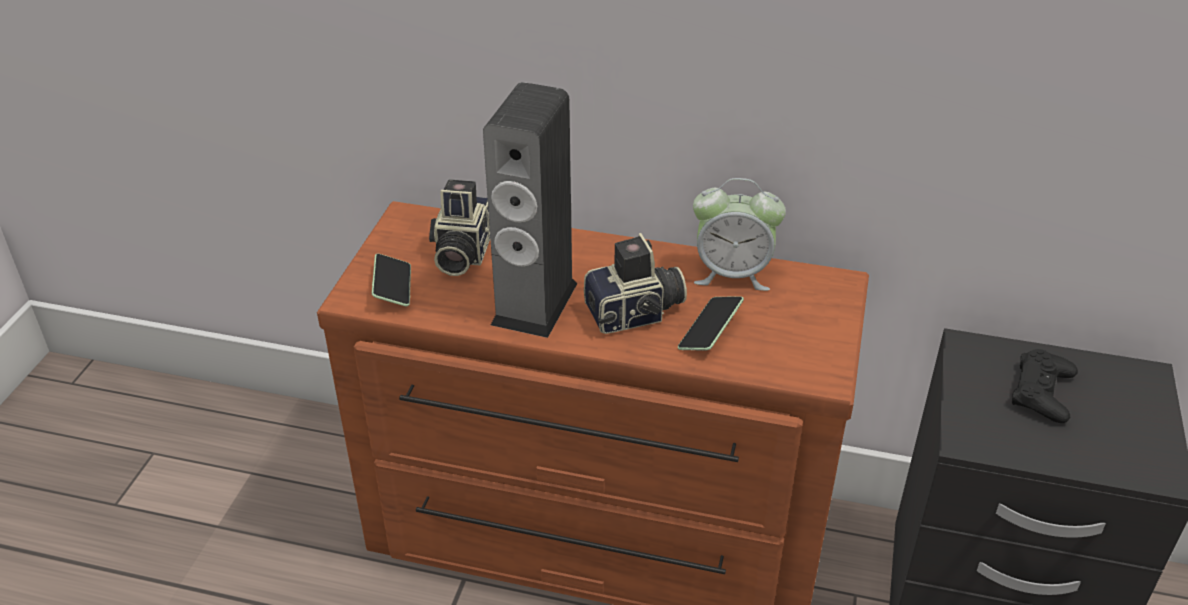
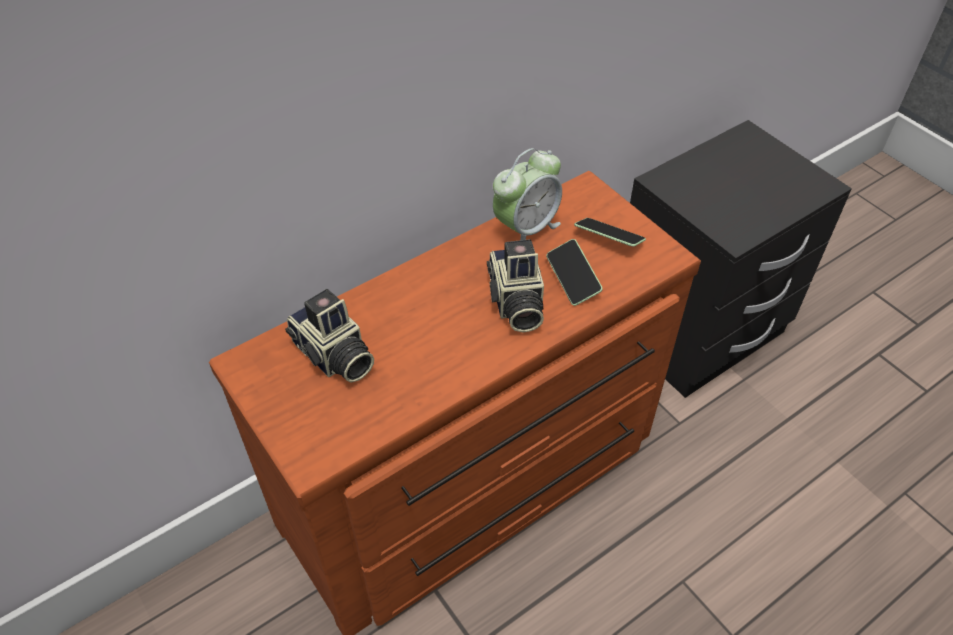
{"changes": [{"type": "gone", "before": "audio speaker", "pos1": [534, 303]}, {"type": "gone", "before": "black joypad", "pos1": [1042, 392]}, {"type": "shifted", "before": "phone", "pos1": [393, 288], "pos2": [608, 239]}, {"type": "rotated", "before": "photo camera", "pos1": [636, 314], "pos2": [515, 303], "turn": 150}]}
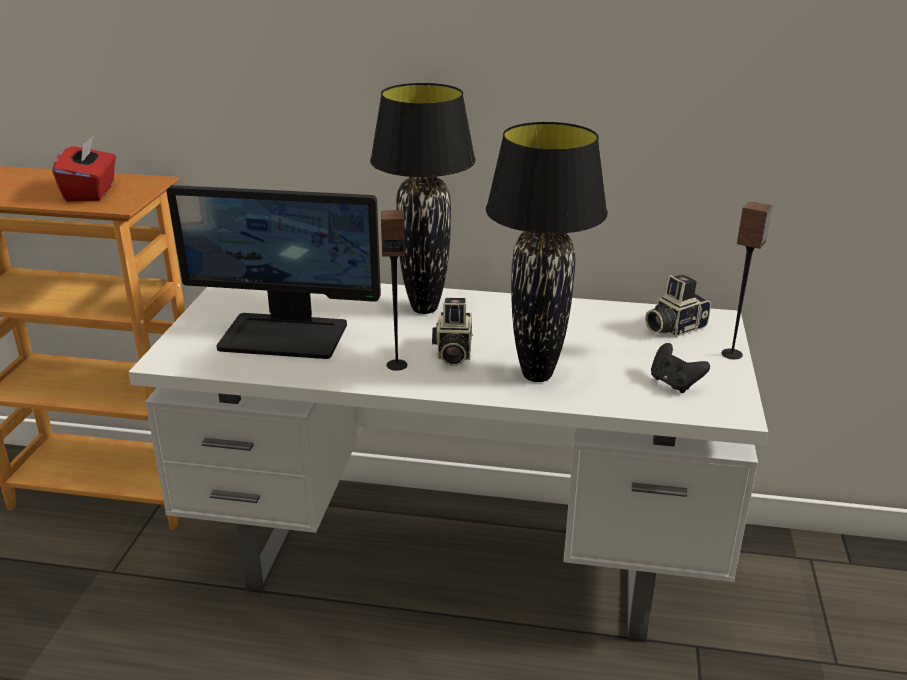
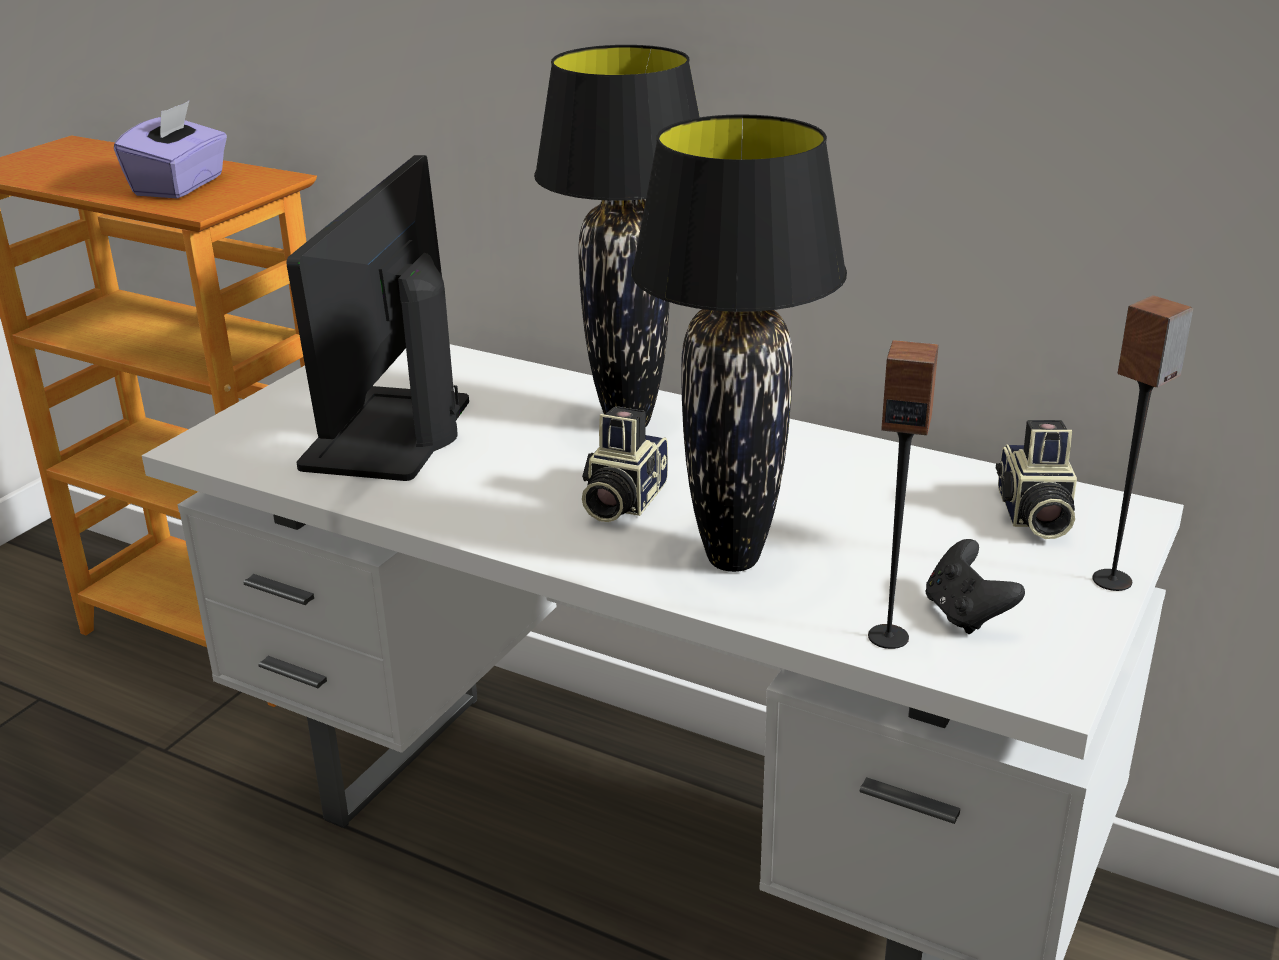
{"changes": [{"type": "shifted", "before": "audio speaker", "pos1": [397, 365], "pos2": [888, 636]}, {"type": "repainted", "before": "red-coloured tissue box", "after": "purple tissue box", "pos1": [91, 192], "pos2": [180, 186]}, {"type": "rotated", "before": "monitor", "pos1": [285, 335], "pos2": [391, 434], "turn": 75}, {"type": "rotated", "before": "photo camera", "pos1": [673, 327], "pos2": [1033, 516], "turn": -75}]}
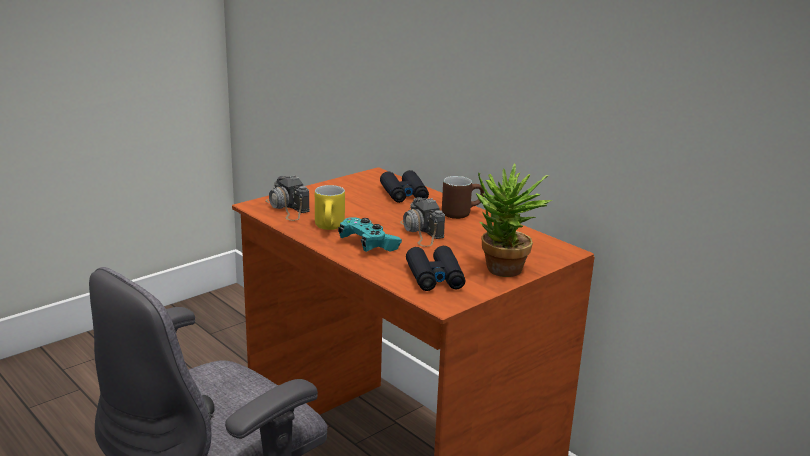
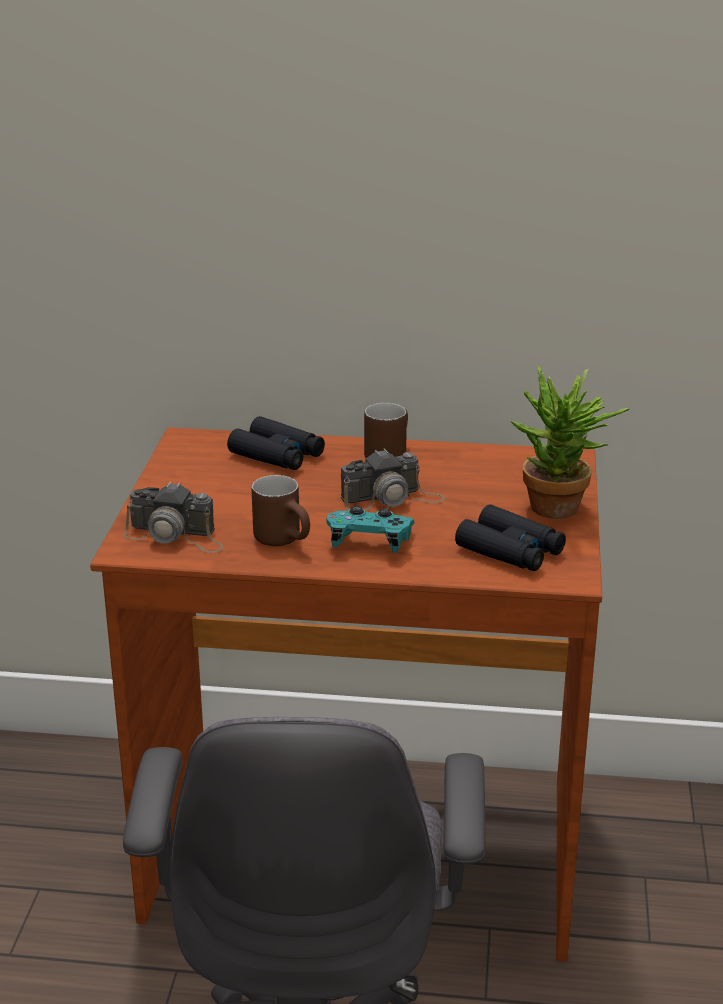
{"changes": [{"type": "repainted", "before": "yellow tea mug", "after": "brownish tea mug", "pos1": [331, 228], "pos2": [286, 540]}, {"type": "rotated", "before": "photo camera", "pos1": [421, 232], "pos2": [392, 499], "turn": -45}]}
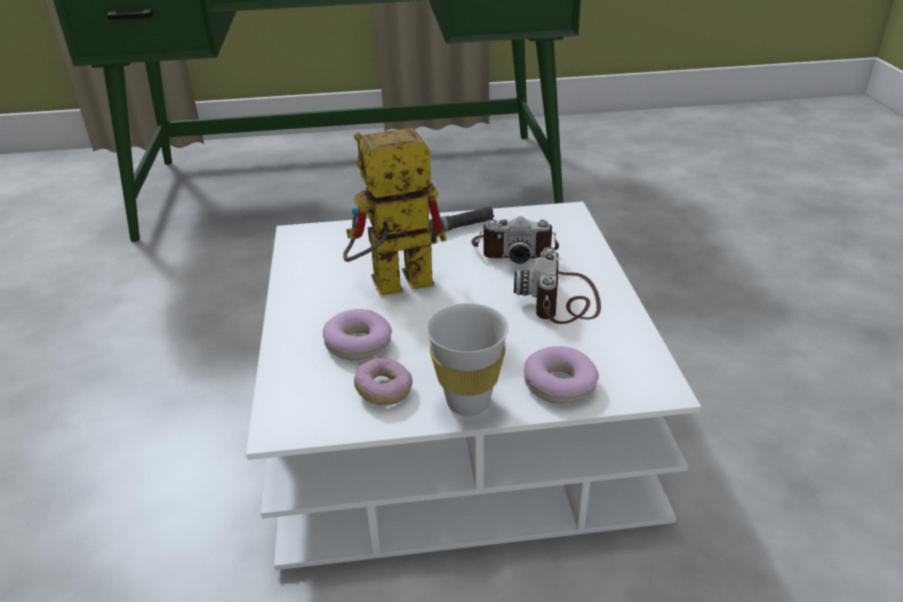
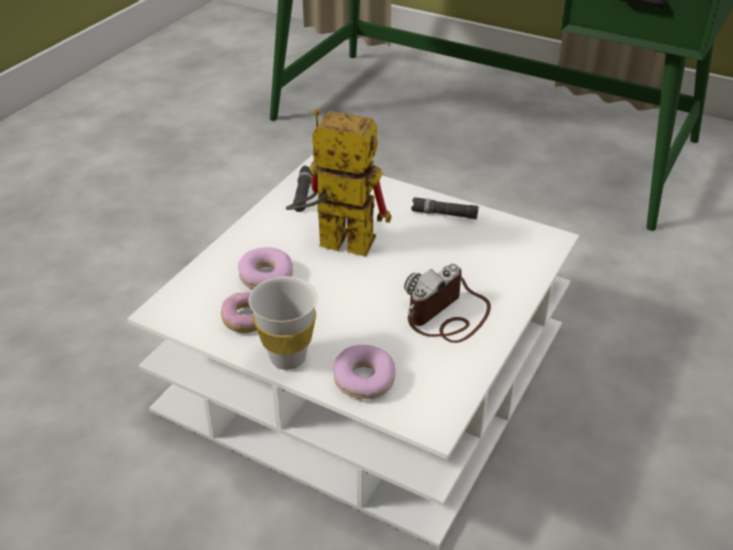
{"changes": [{"type": "gone", "before": "photo camera", "pos1": [514, 249]}, {"type": "new", "after": "black torch", "pos2": [303, 194]}]}
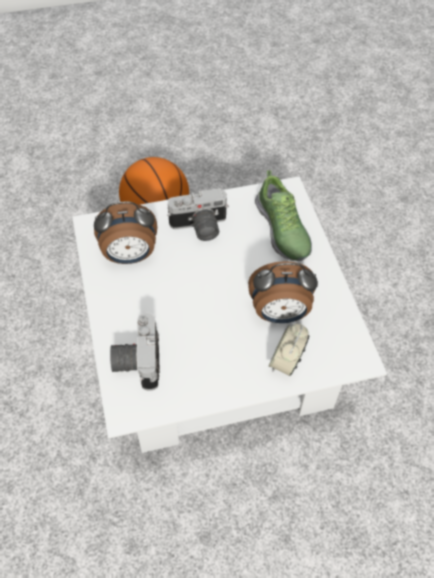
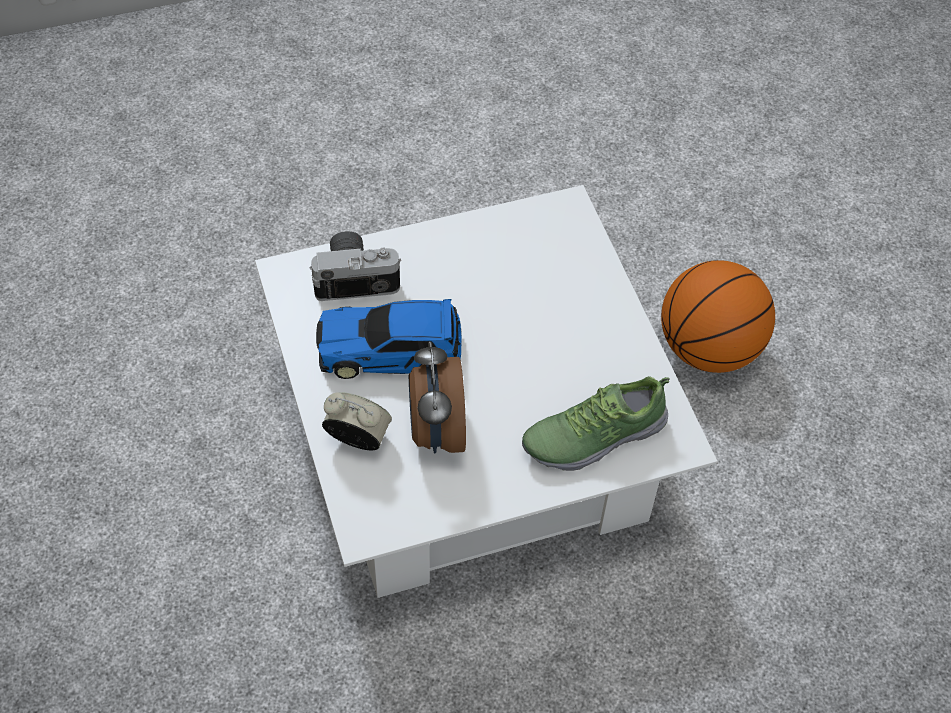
{"changes": [{"type": "gone", "before": "bedside clock", "pos1": [129, 256]}, {"type": "gone", "before": "photo camera", "pos1": [199, 228]}, {"type": "new", "after": "miniature car", "pos2": [392, 350]}]}
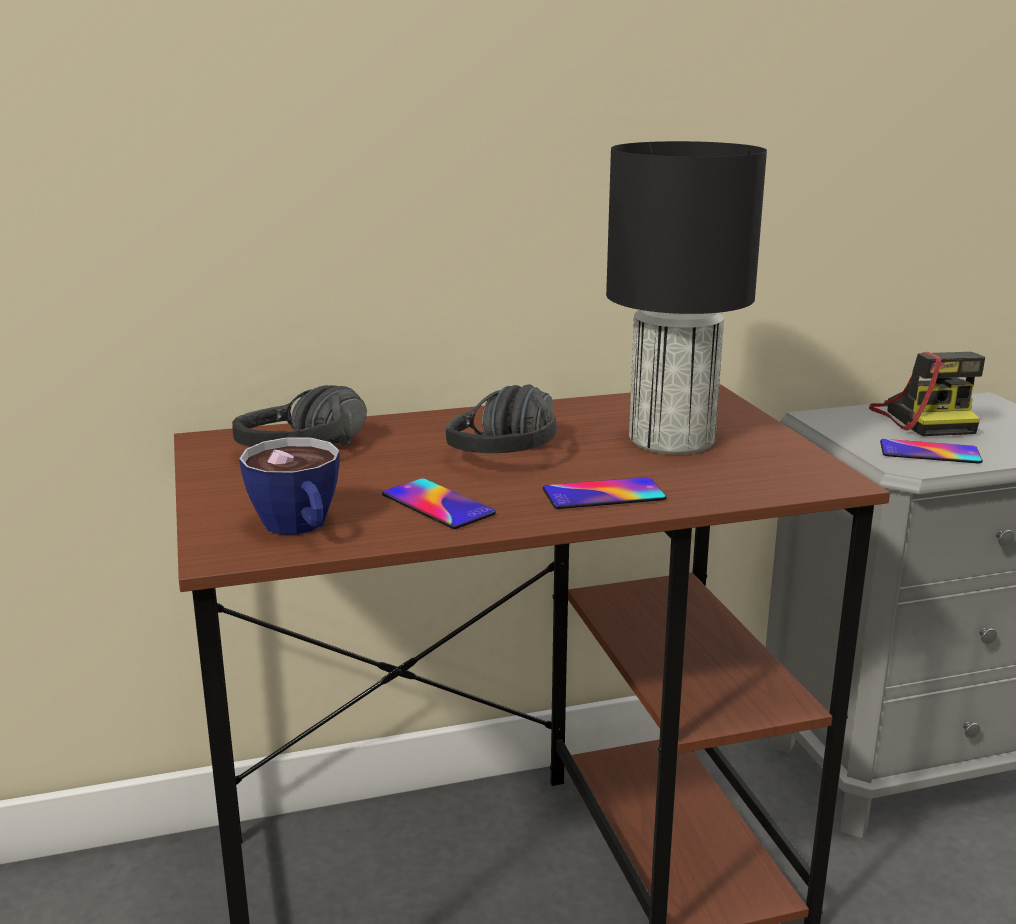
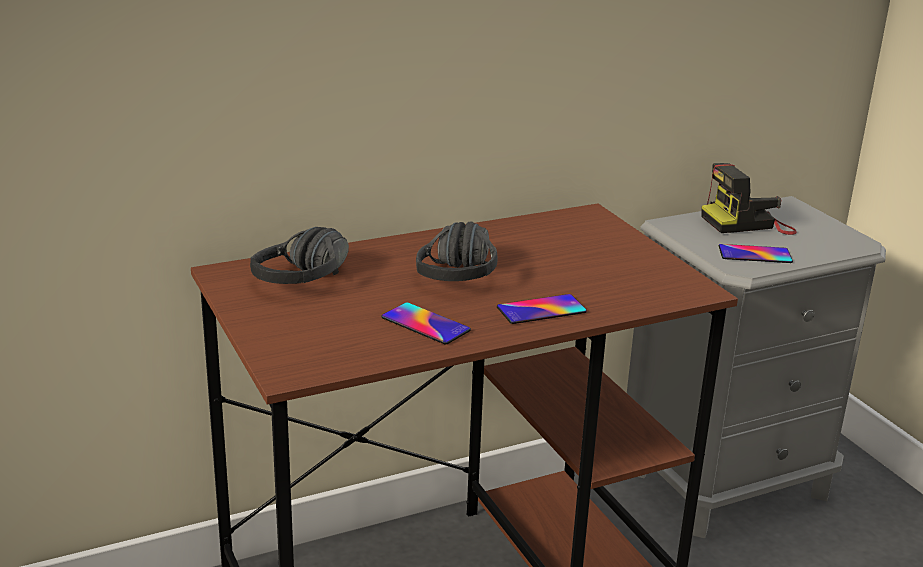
{"changes": [{"type": "gone", "before": "cup", "pos1": [300, 528]}, {"type": "gone", "before": "black table lamp", "pos1": [672, 439]}, {"type": "rotated", "before": "photo camera", "pos1": [924, 419], "pos2": [747, 223], "turn": 90}]}
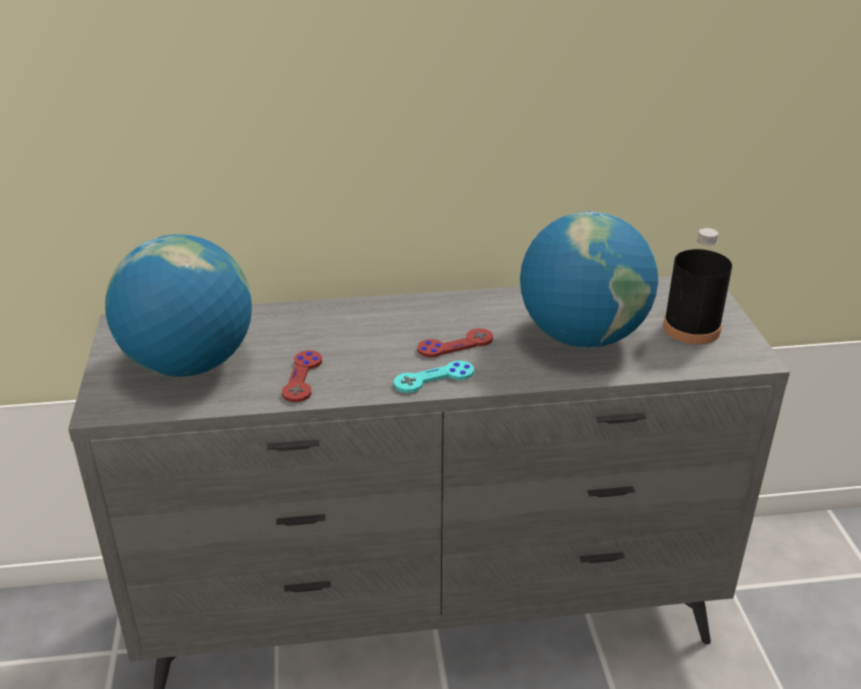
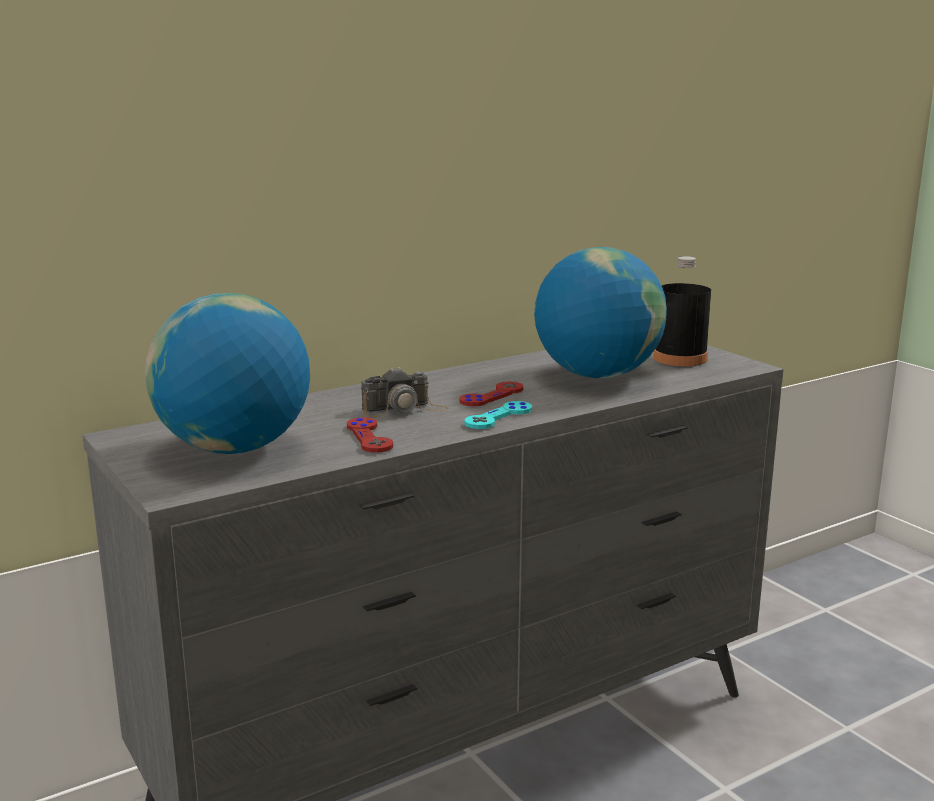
{"changes": [{"type": "new", "after": "photo camera", "pos2": [404, 409]}]}
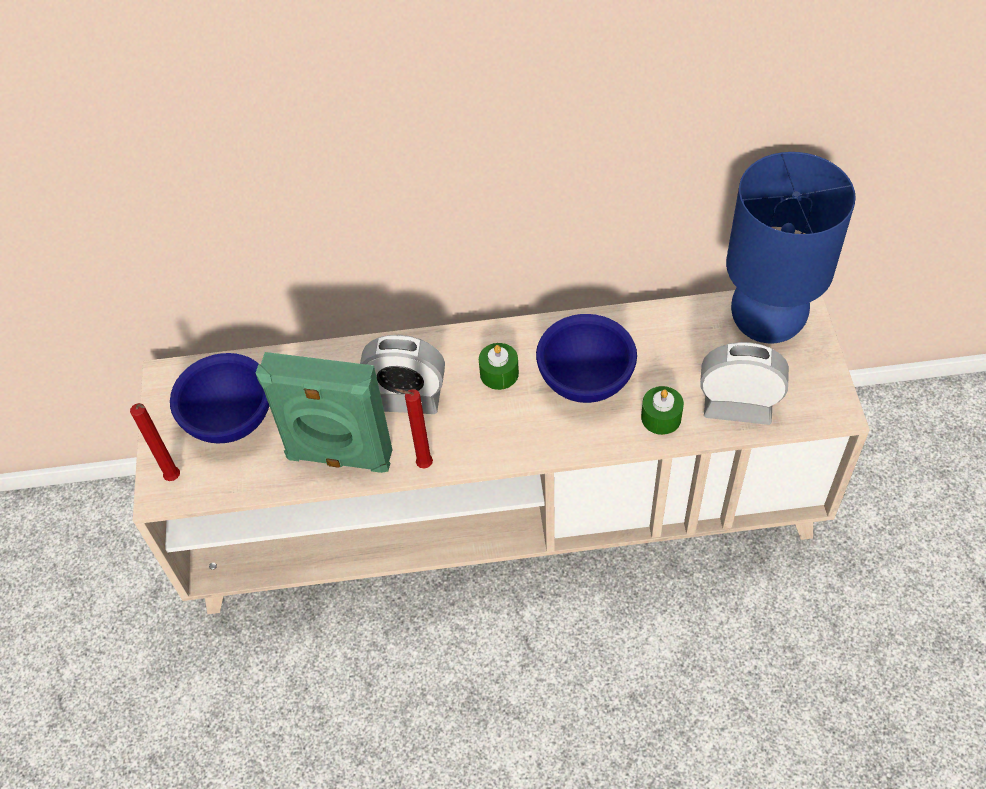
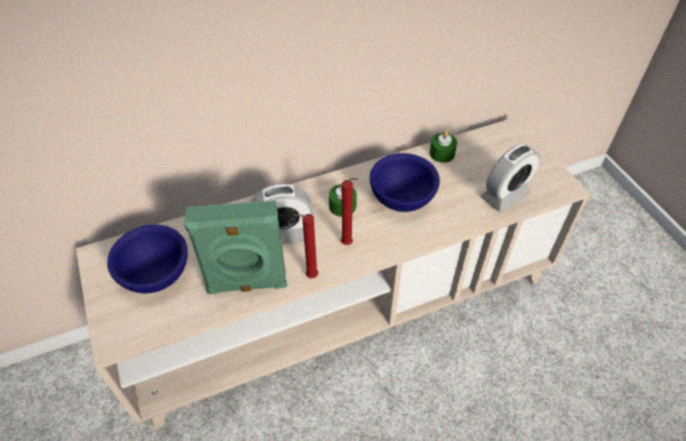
{"changes": [{"type": "gone", "before": "bluish table lamp", "pos1": [765, 324]}, {"type": "shifted", "before": "red-coloured wax candle", "pos1": [175, 479], "pos2": [348, 244]}, {"type": "shifted", "before": "greenish wax candle", "pos1": [661, 417], "pos2": [442, 153]}, {"type": "rotated", "before": "bedside clock", "pos1": [738, 406], "pos2": [505, 195], "turn": 150}]}
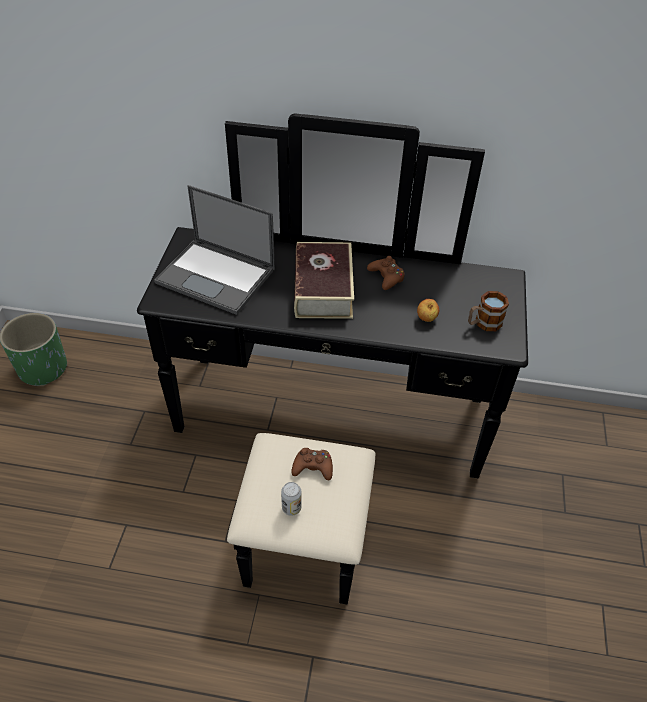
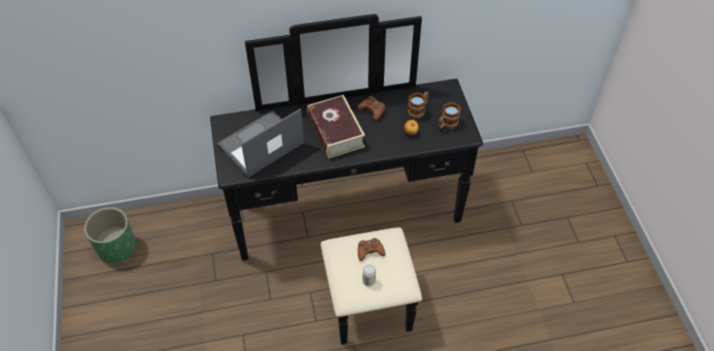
{"changes": [{"type": "new", "after": "tea mug", "pos2": [418, 110]}, {"type": "rotated", "before": "laptop", "pos1": [217, 276], "pos2": [260, 145], "turn": 135}]}
